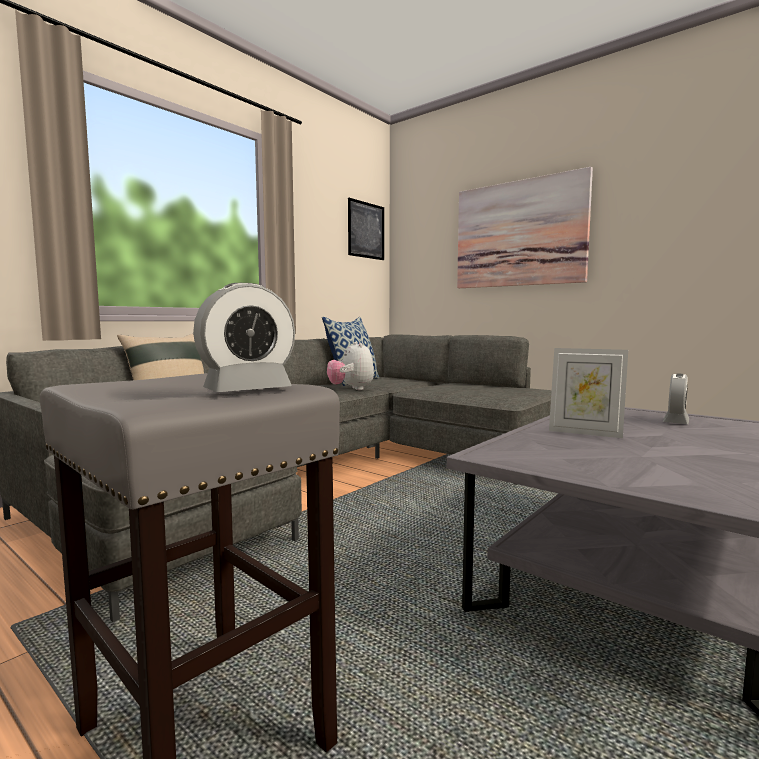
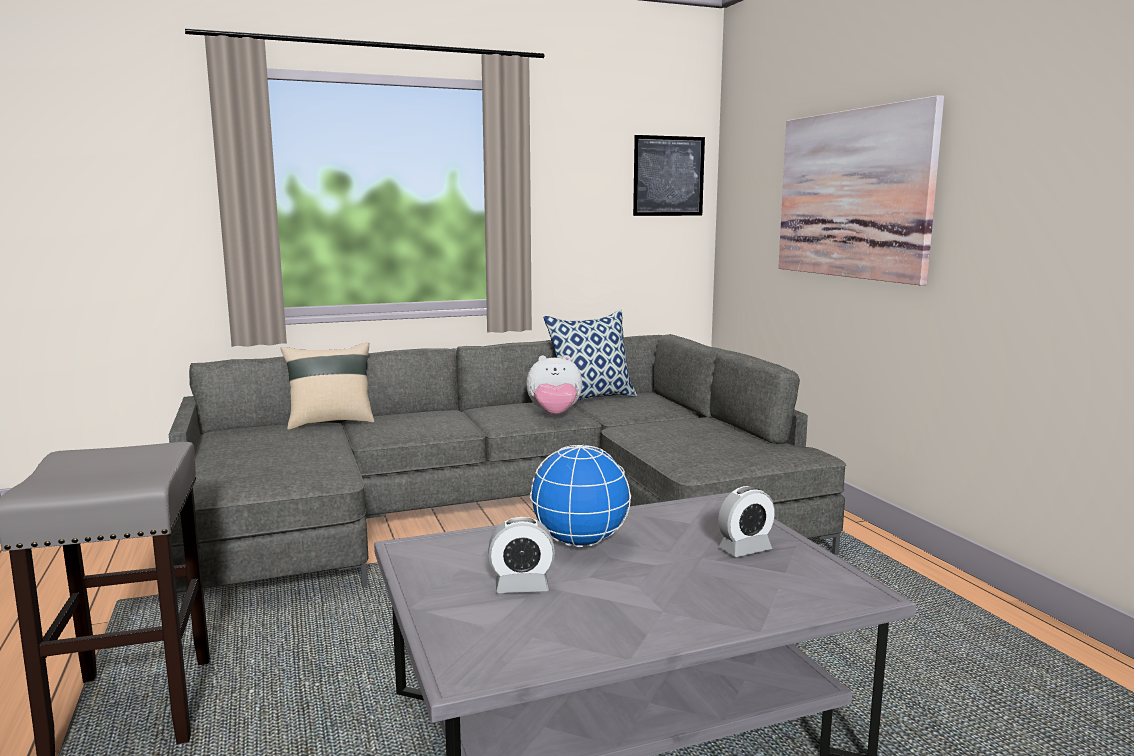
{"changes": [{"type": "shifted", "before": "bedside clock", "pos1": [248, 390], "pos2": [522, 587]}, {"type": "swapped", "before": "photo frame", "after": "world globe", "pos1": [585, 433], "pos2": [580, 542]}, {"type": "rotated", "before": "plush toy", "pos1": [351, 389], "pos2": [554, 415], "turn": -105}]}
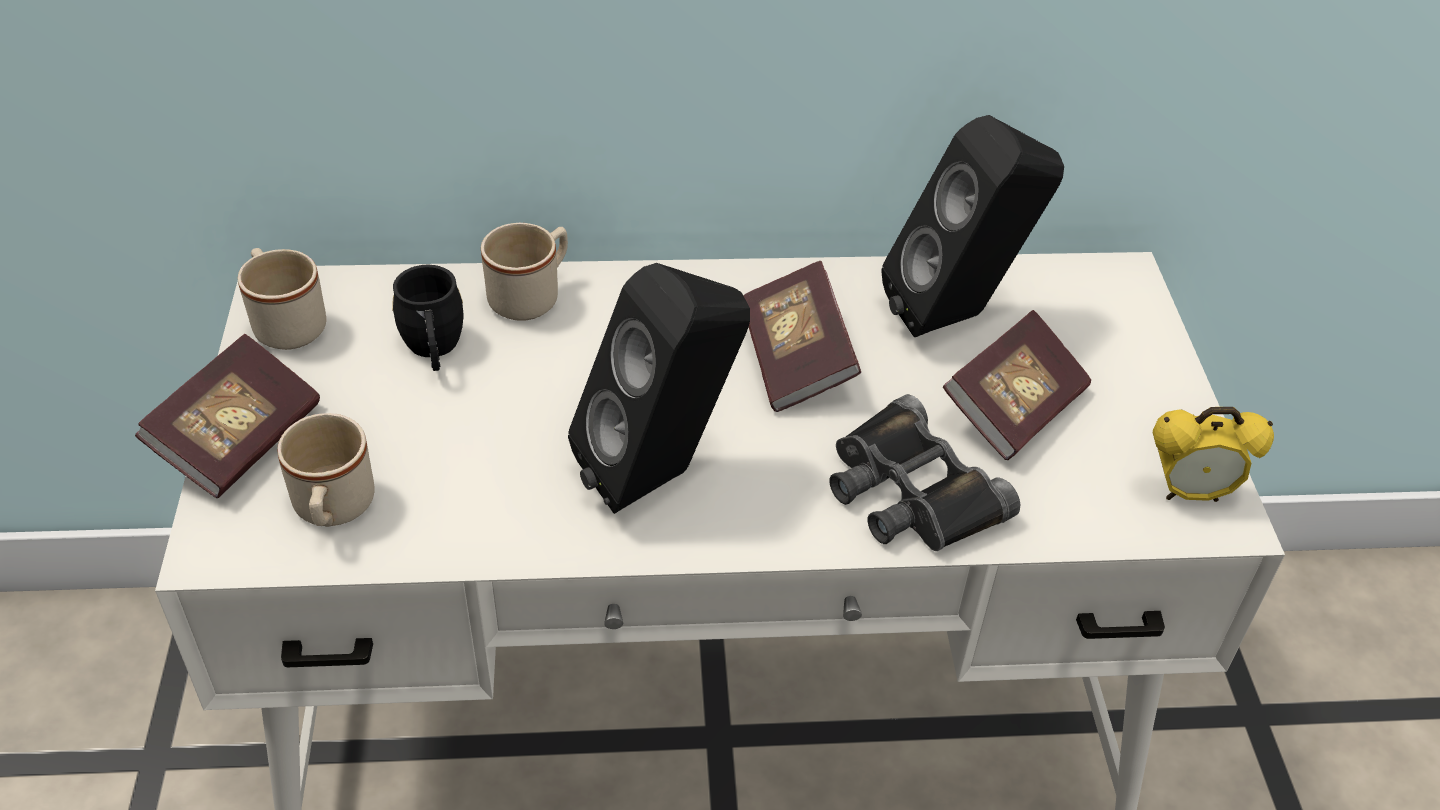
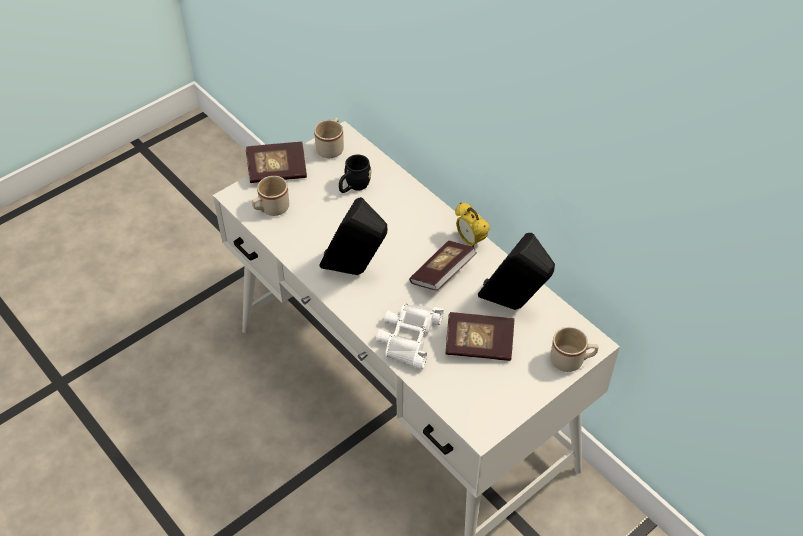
{"changes": [{"type": "shifted", "before": "beige-coloured tea mug", "pos1": [532, 296], "pos2": [571, 360]}, {"type": "shifted", "before": "bedside clock", "pos1": [1189, 493], "pos2": [470, 241]}, {"type": "repainted", "before": "black binoculars", "after": "white-coloured binoculars", "pos1": [909, 492], "pos2": [408, 337]}]}
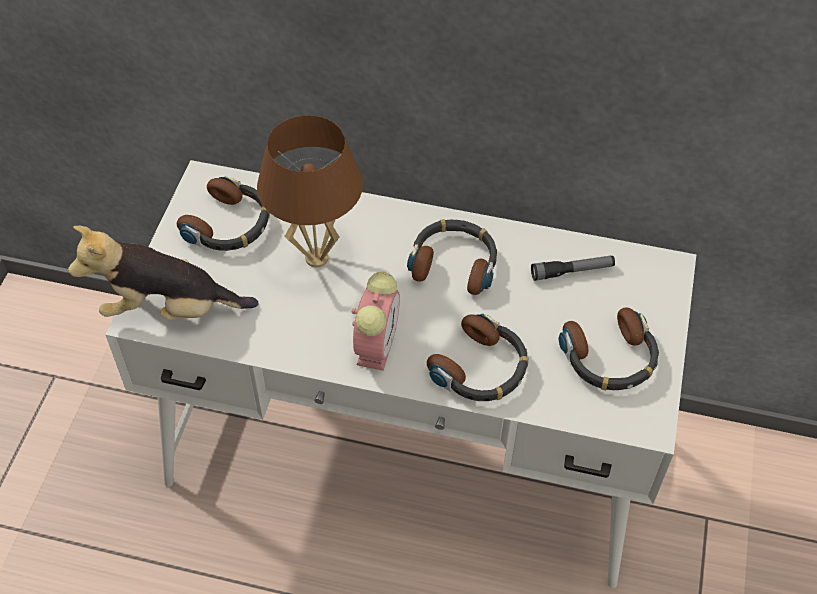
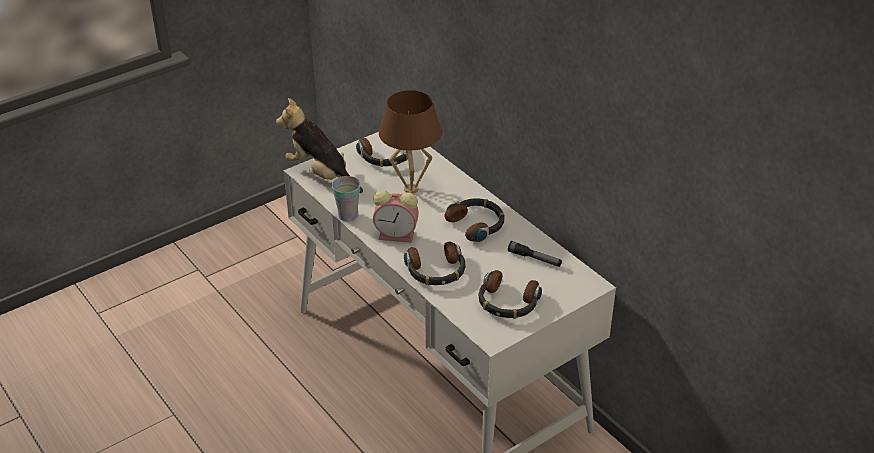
{"changes": [{"type": "new", "after": "cup", "pos2": [348, 215]}, {"type": "rotated", "before": "bedside clock", "pos1": [376, 343], "pos2": [398, 235], "turn": 45}]}
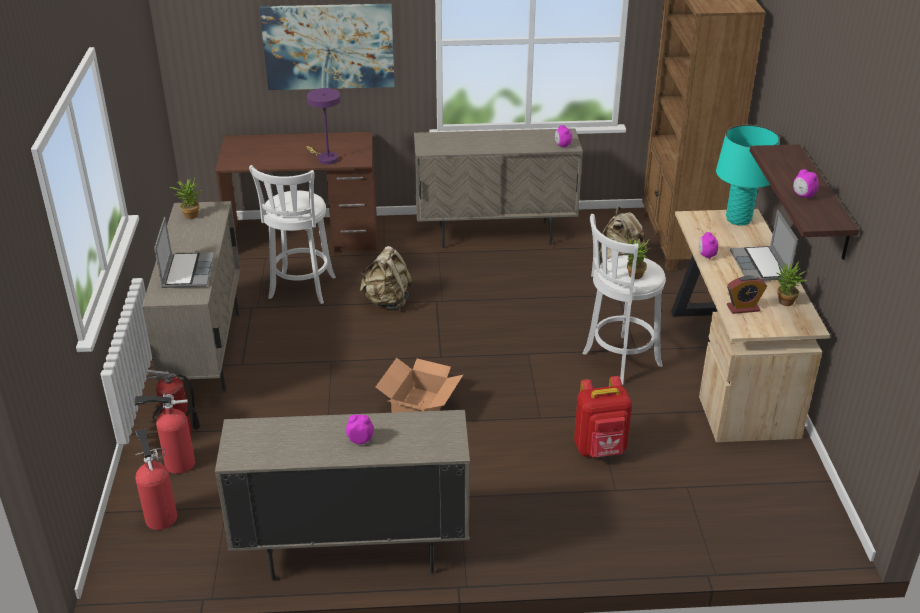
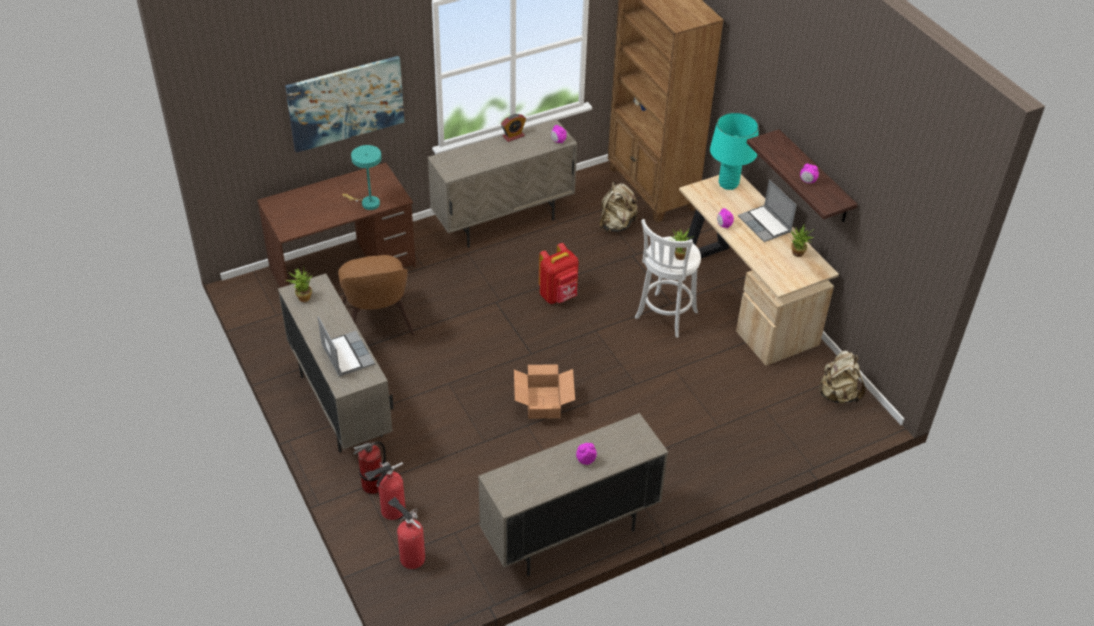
{"changes": [{"type": "shifted", "before": "beige-coloured backpack", "pos1": [387, 301], "pos2": [837, 394]}, {"type": "shifted", "before": "red-coloured backpack", "pos1": [600, 449], "pos2": [558, 295]}, {"type": "shifted", "before": "bedside clock", "pos1": [743, 308], "pos2": [513, 136]}, {"type": "swapped", "before": "white-coloured stool", "after": "brownish plain chair", "pos1": [301, 290], "pos2": [377, 323]}, {"type": "repainted", "before": "purple table lamp", "after": "turquoise table lamp", "pos1": [325, 158], "pos2": [367, 203]}]}
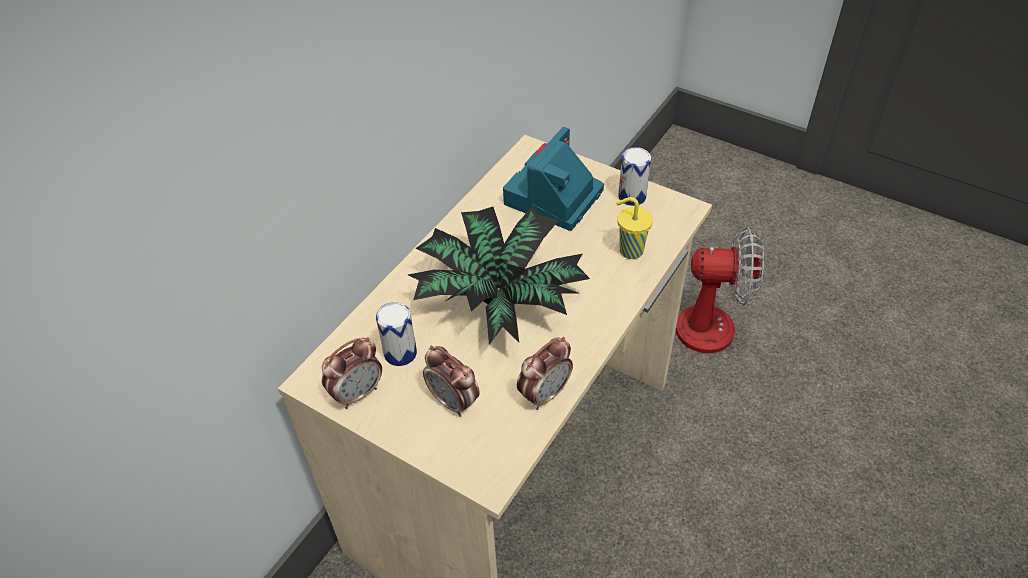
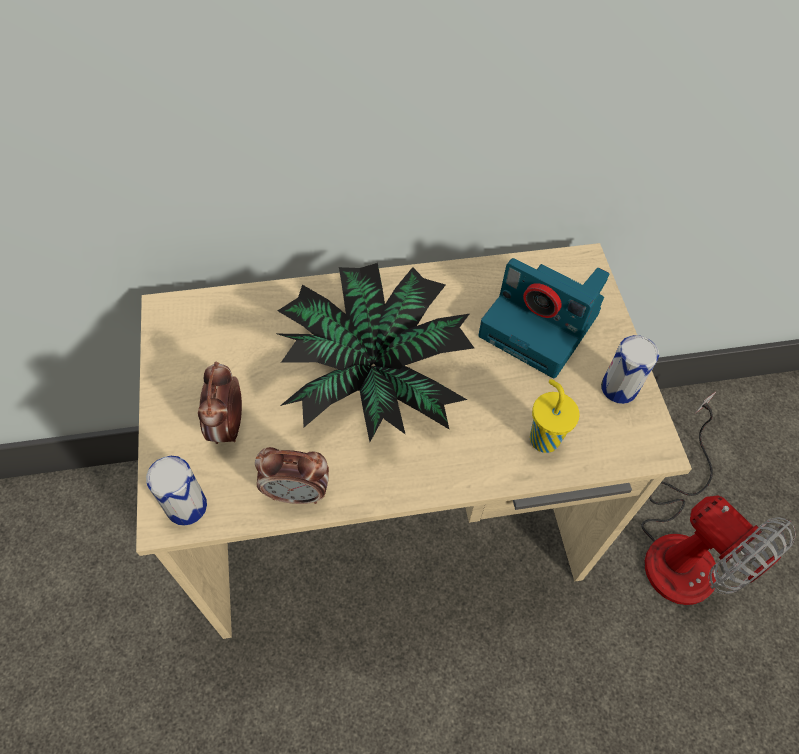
{"changes": [{"type": "gone", "before": "bedside clock", "pos1": [357, 393]}, {"type": "shifted", "before": "sealed can", "pos1": [400, 353], "pos2": [186, 506]}, {"type": "rotated", "before": "photo camera", "pos1": [553, 198], "pos2": [542, 325], "turn": -135}]}
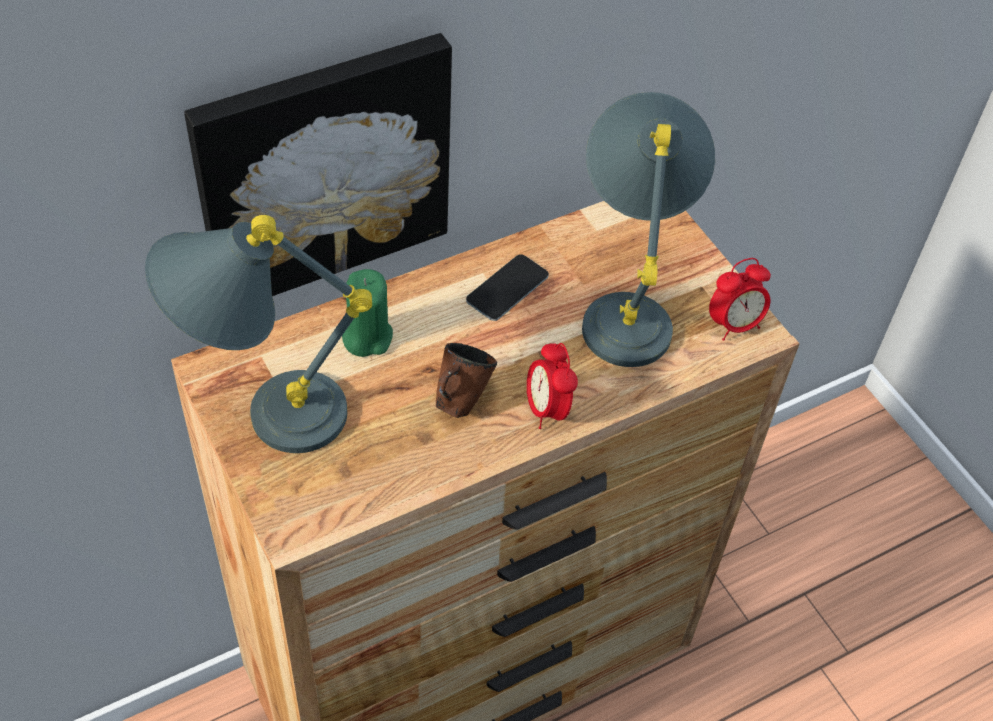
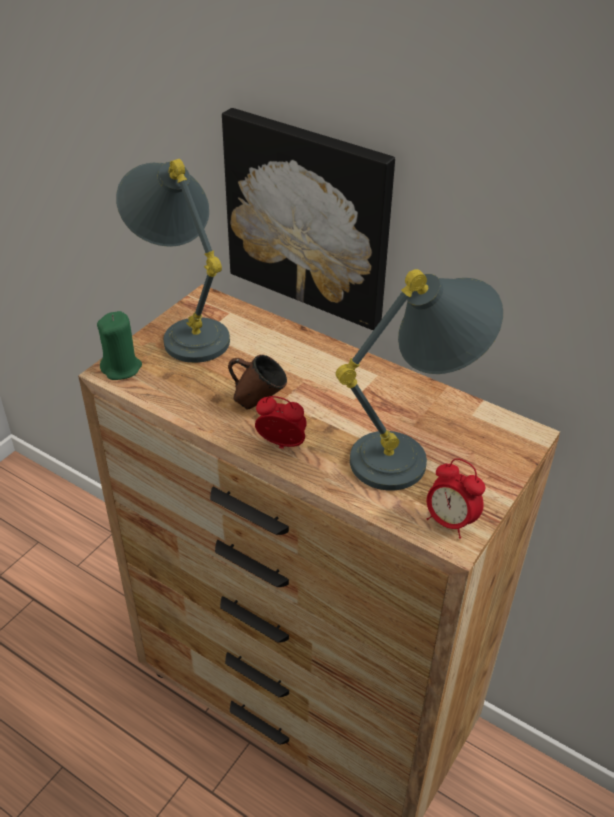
{"changes": [{"type": "gone", "before": "phone", "pos1": [507, 288]}, {"type": "shifted", "before": "greenish wax candle", "pos1": [367, 337], "pos2": [121, 368]}, {"type": "rotated", "before": "bedside clock", "pos1": [547, 409], "pos2": [282, 446], "turn": 60}]}
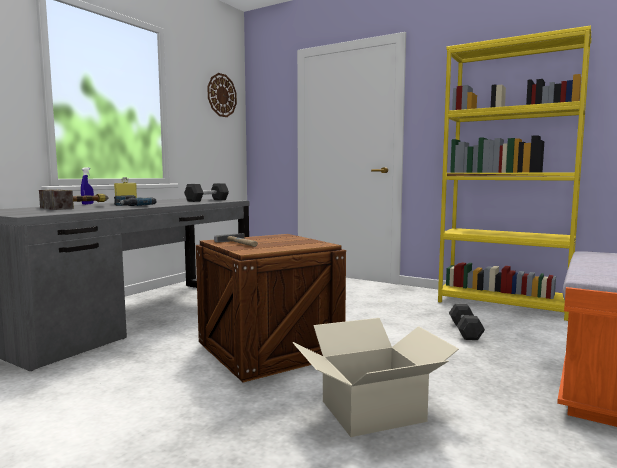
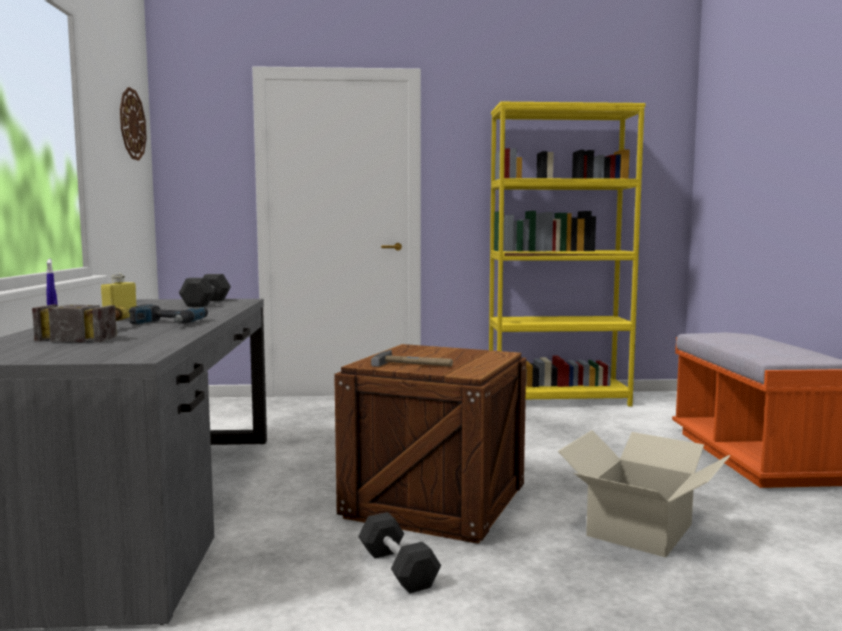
{"changes": [{"type": "shifted", "before": "grey hand weight", "pos1": [465, 331], "pos2": [397, 568]}]}
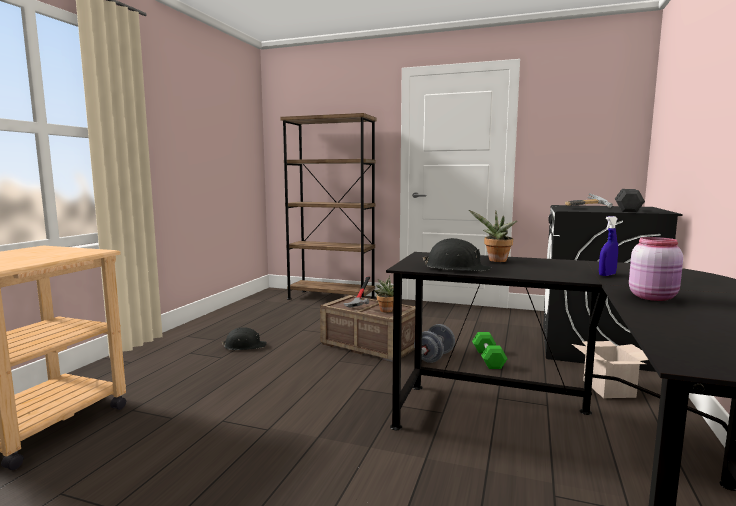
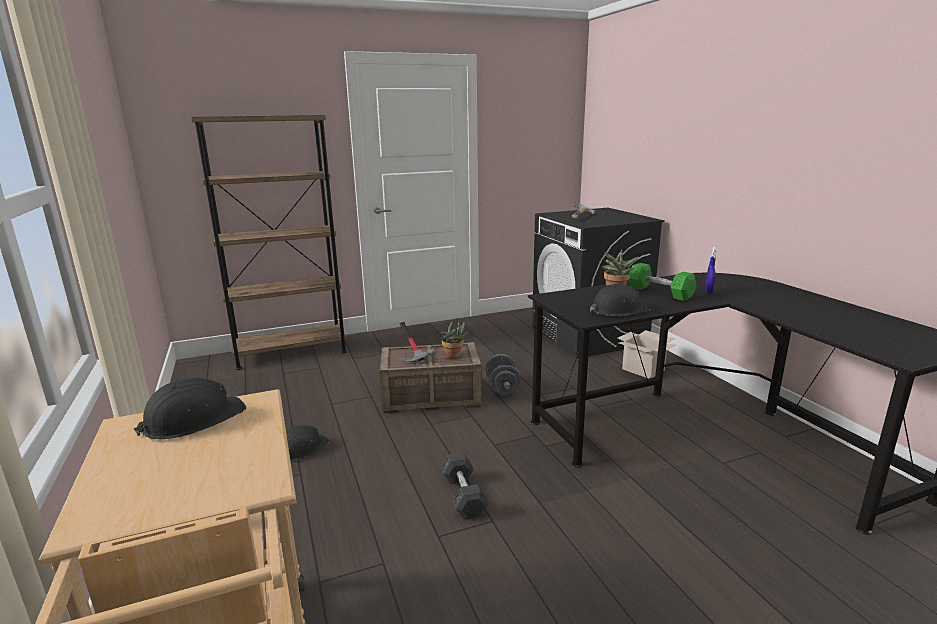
{"changes": [{"type": "gone", "before": "pinkish jar", "pos1": [654, 297]}, {"type": "new", "after": "black work helmet", "pos2": [193, 419]}, {"type": "shifted", "before": "greenish hand weight", "pos1": [488, 359], "pos2": [659, 292]}, {"type": "shifted", "before": "grey hand weight", "pos1": [628, 210], "pos2": [464, 495]}]}
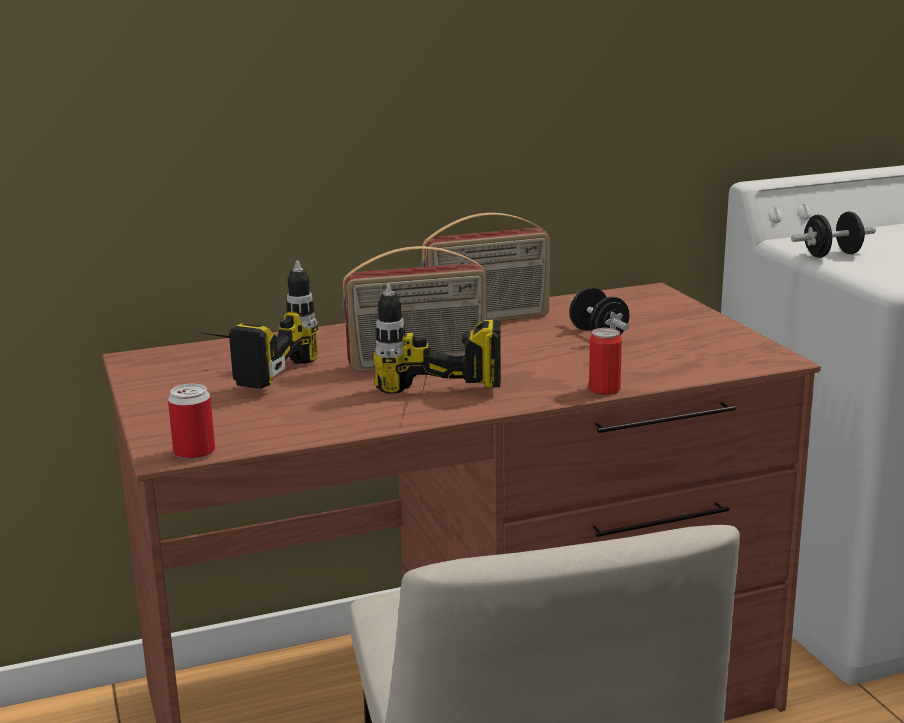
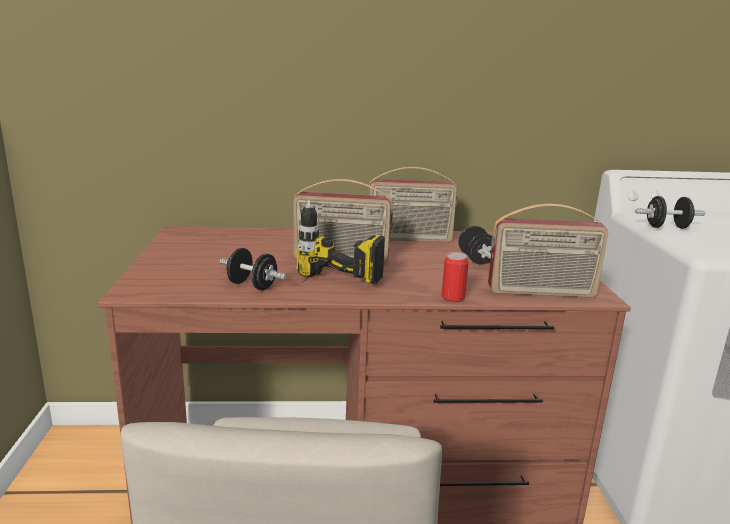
{"changes": [{"type": "gone", "before": "sealed can", "pos1": [194, 452]}, {"type": "gone", "before": "power drill", "pos1": [246, 370]}, {"type": "new", "after": "black hand weight", "pos2": [252, 286]}, {"type": "new", "after": "radio receiver", "pos2": [541, 292]}]}
